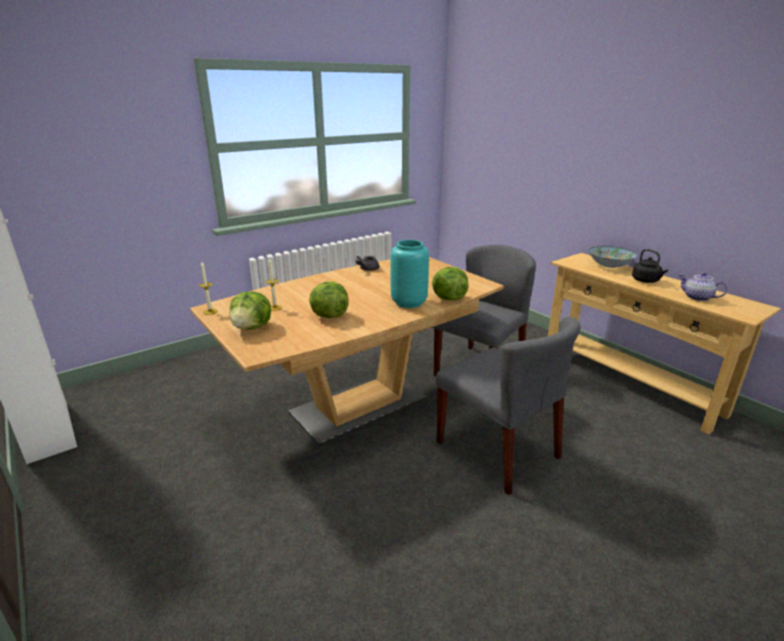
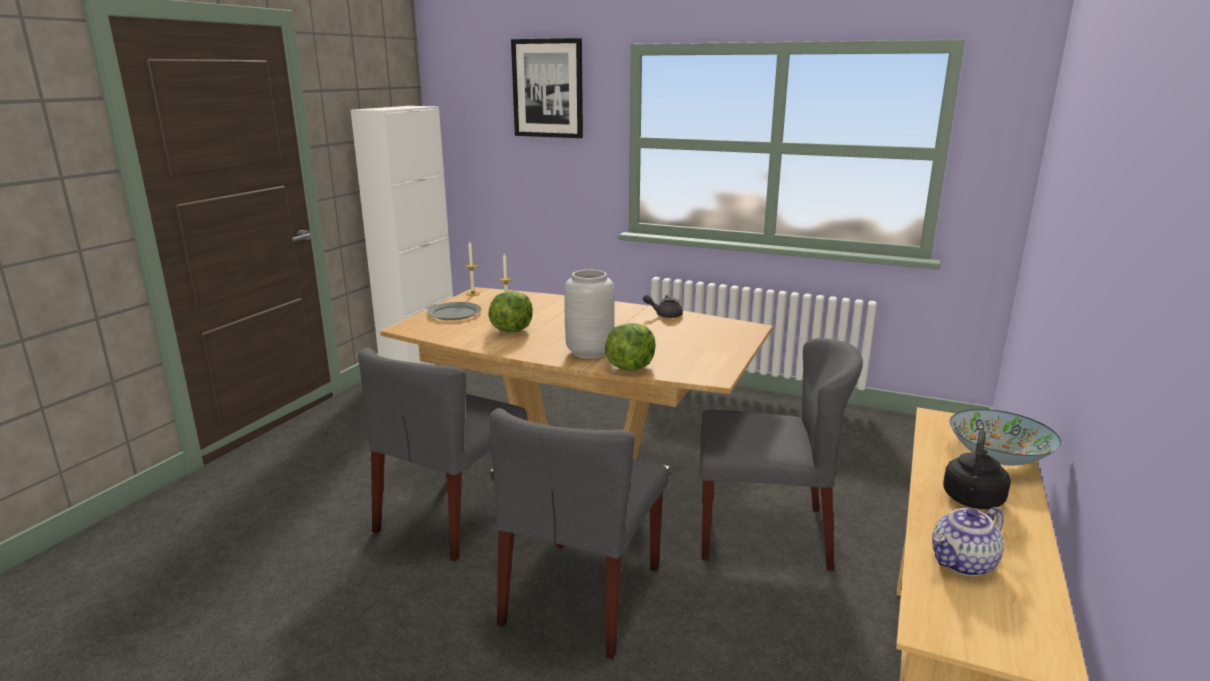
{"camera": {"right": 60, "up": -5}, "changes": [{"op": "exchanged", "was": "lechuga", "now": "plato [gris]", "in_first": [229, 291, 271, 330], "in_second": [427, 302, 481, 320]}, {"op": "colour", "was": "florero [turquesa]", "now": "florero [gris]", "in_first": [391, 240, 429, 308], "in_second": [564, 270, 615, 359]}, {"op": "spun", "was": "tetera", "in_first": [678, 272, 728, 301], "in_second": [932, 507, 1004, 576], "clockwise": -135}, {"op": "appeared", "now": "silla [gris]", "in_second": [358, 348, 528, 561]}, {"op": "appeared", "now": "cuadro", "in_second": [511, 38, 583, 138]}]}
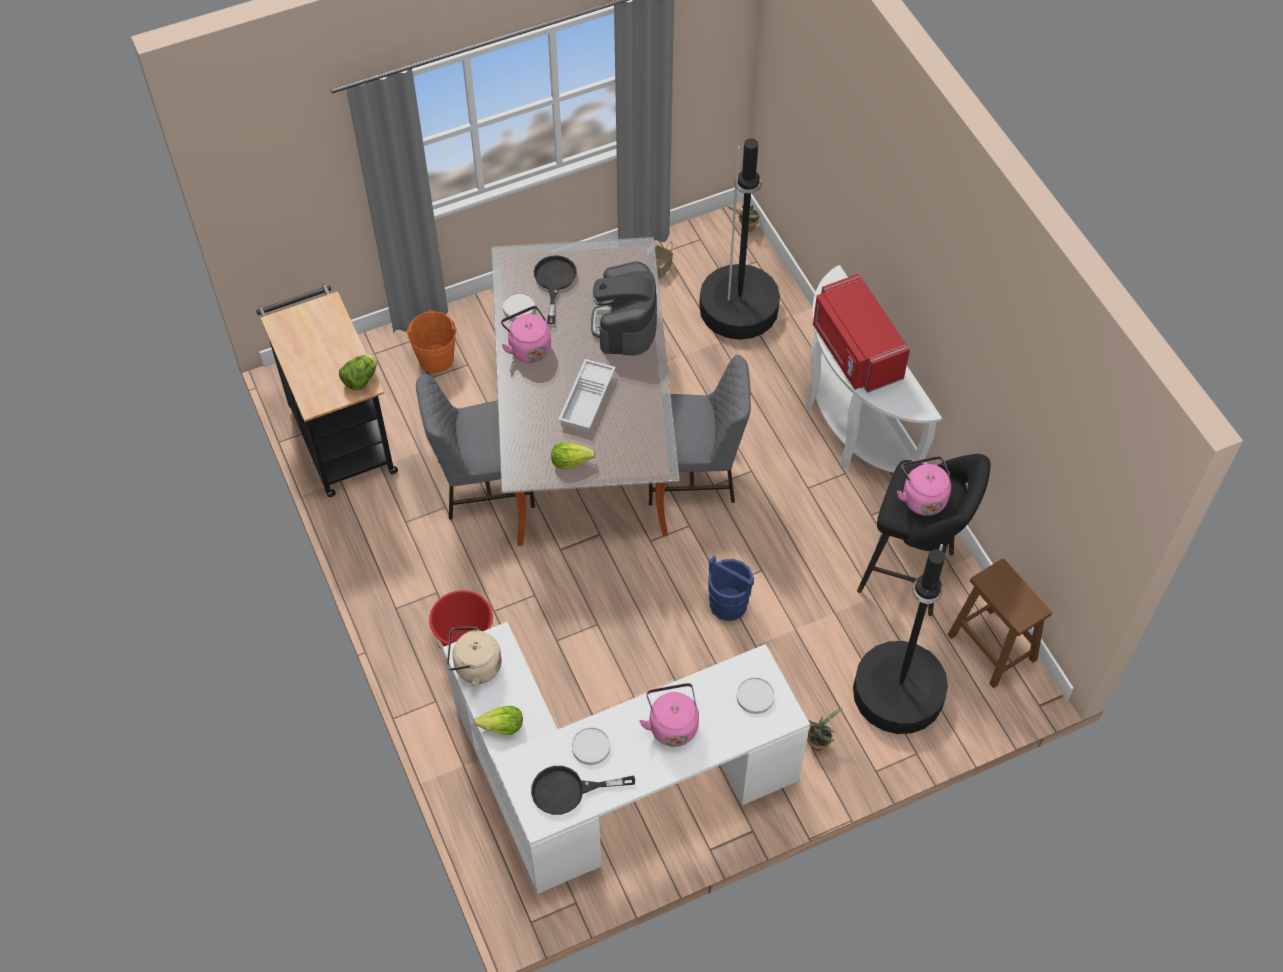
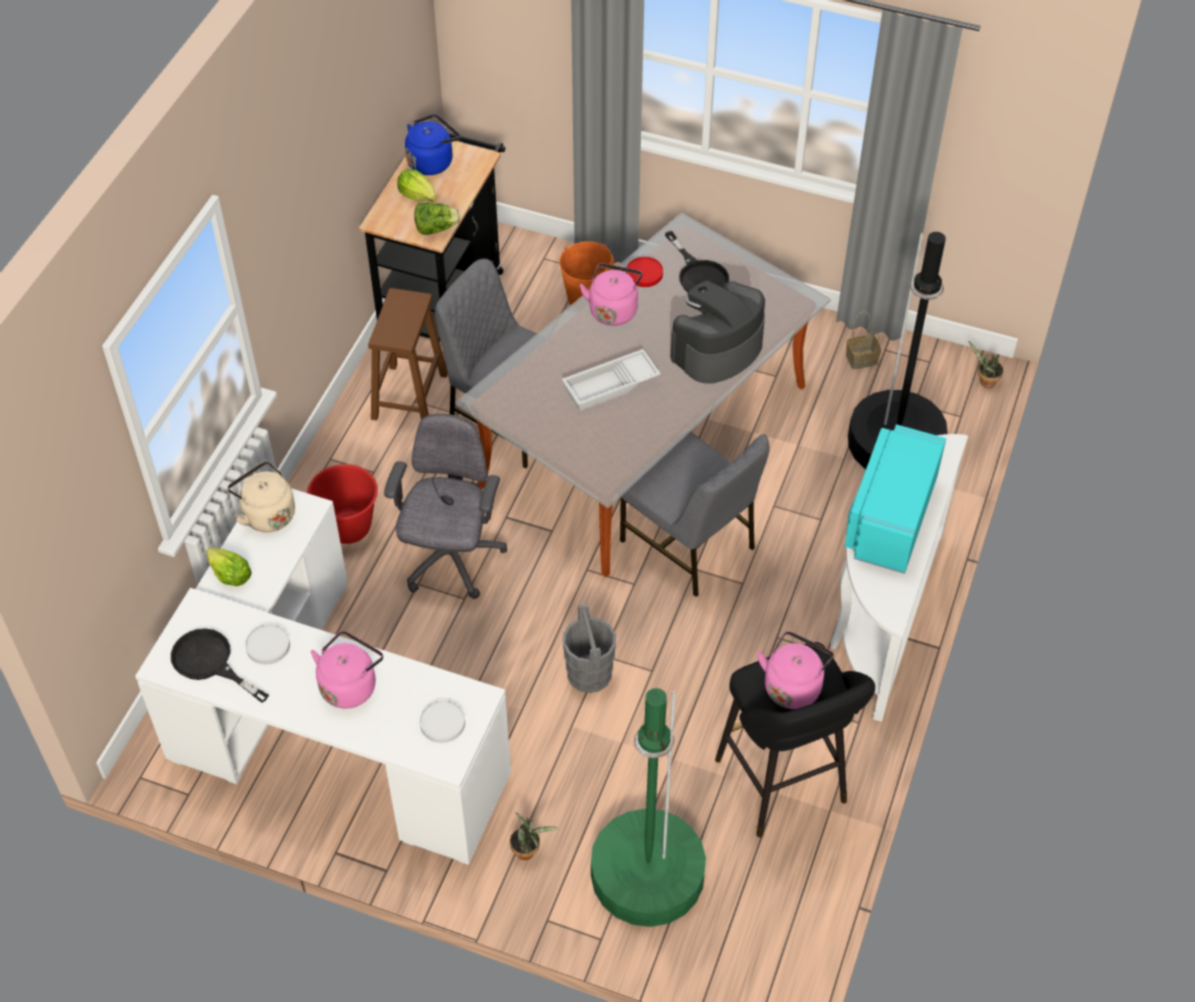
{"camera": {"right": 45, "up": -5}, "changes": [{"op": "colour", "was": "plato [blanco]", "now": "plato [rojo]", "in_first": [503, 292, 535, 320], "in_second": [626, 257, 663, 287]}, {"op": "spun", "was": "sartén [negro]", "in_first": [534, 255, 577, 324], "in_second": [665, 231, 729, 292], "clockwise": 105}, {"op": "relocated", "was": "lechuga", "in_first": [551, 442, 595, 469], "in_second": [397, 169, 436, 202]}, {"op": "colour", "was": "cubo [azul]", "now": "cubo [gris]", "in_first": [708, 555, 754, 621], "in_second": [563, 604, 616, 693]}, {"op": "colour", "was": "microondas [rojo]", "now": "microondas [turquesa]", "in_first": [813, 274, 910, 393], "in_second": [844, 424, 946, 574]}, {"op": "colour", "was": "lámpara de pie [negro]", "now": "lámpara de pie [verde]", "in_first": [853, 544, 948, 734], "in_second": [591, 688, 706, 927]}, {"op": "relocated", "was": "taburete [marrón]", "in_first": [947, 558, 1052, 688], "in_second": [368, 288, 448, 421]}, {"op": "appeared", "now": "silla de oficina [gris]", "in_second": [384, 414, 507, 599]}, {"op": "appeared", "now": "hervidor [azul]", "in_second": [405, 114, 460, 175]}]}
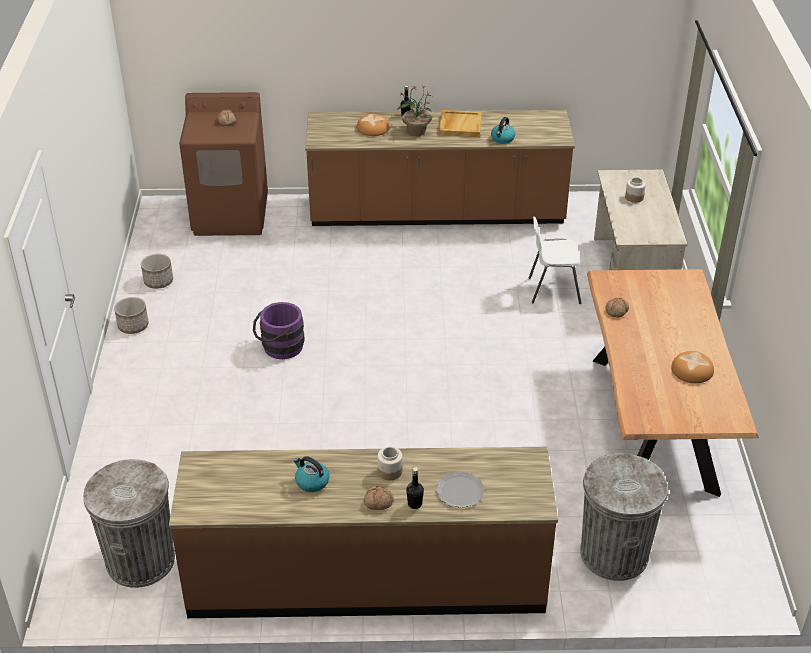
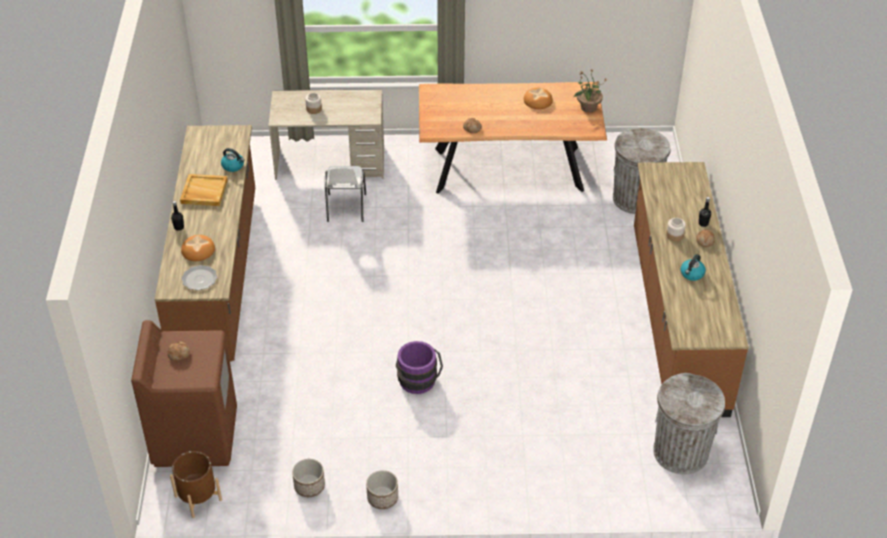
{"camera": {"right": -90, "up": 5}, "changes": [{"op": "relocated", "was": "planta en maceta", "in_first": [397, 85, 435, 136], "in_second": [573, 70, 606, 113]}, {"op": "relocated", "was": "plato", "in_first": [436, 471, 485, 508], "in_second": [181, 265, 217, 290]}, {"op": "appeared", "now": "maceta [marrón]", "in_second": [170, 451, 222, 518]}]}
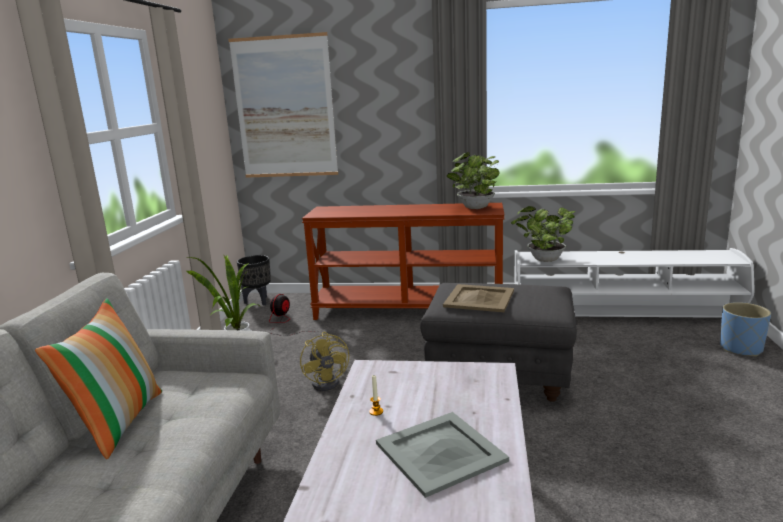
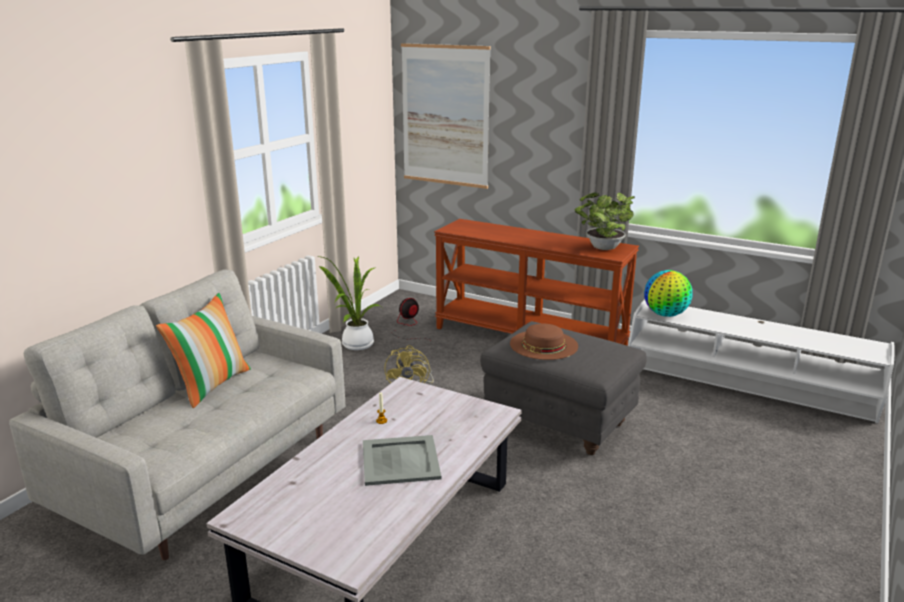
{"camera": {"right": 20, "up": 5}, "changes": [{"op": "missing", "was": "maceta [negro]", "in_first": [237, 255, 271, 306]}, {"op": "exchanged", "was": "bandeja [beis]", "now": "sombrero [marrón]", "in_first": [443, 284, 514, 312], "in_second": [510, 324, 578, 360]}, {"op": "exchanged", "was": "planta en maceta", "now": "globo terráqueo", "in_first": [511, 206, 576, 262], "in_second": [644, 270, 693, 317]}, {"op": "missing", "was": "maceta [azul]", "in_first": [720, 302, 771, 357]}]}
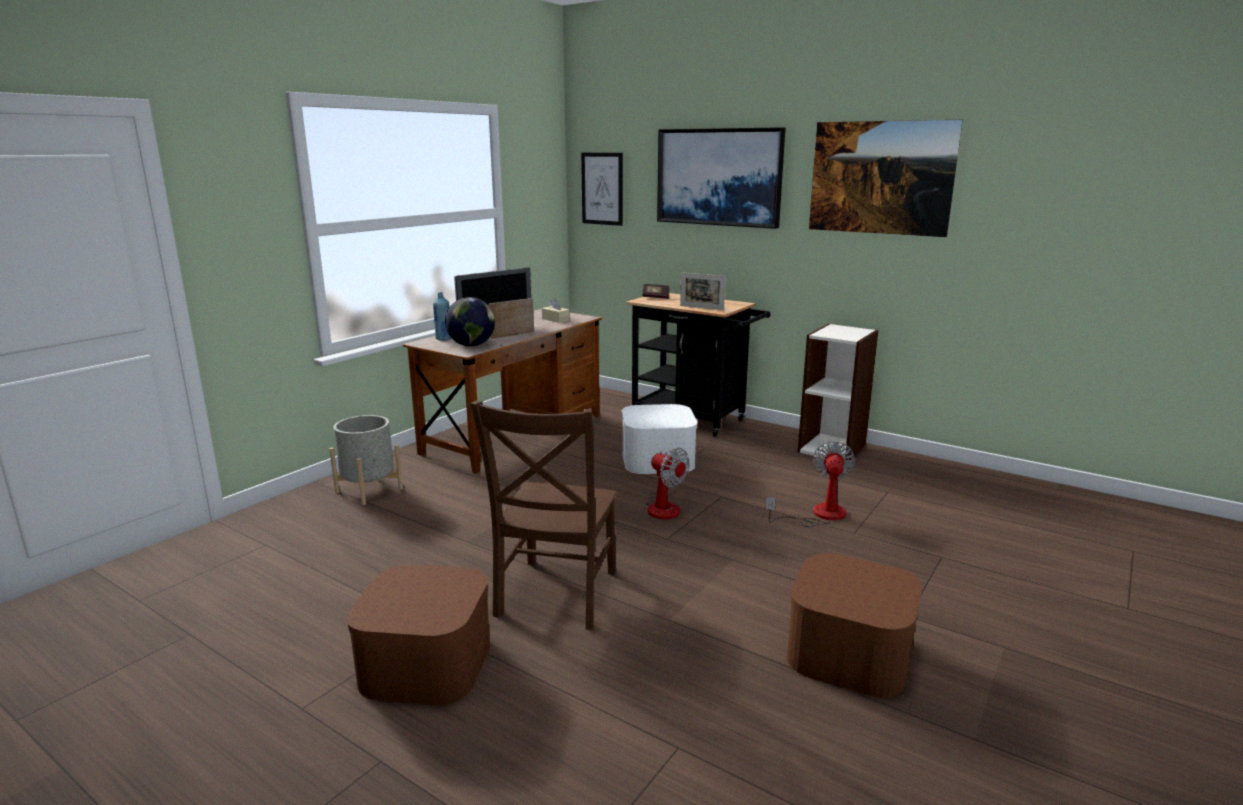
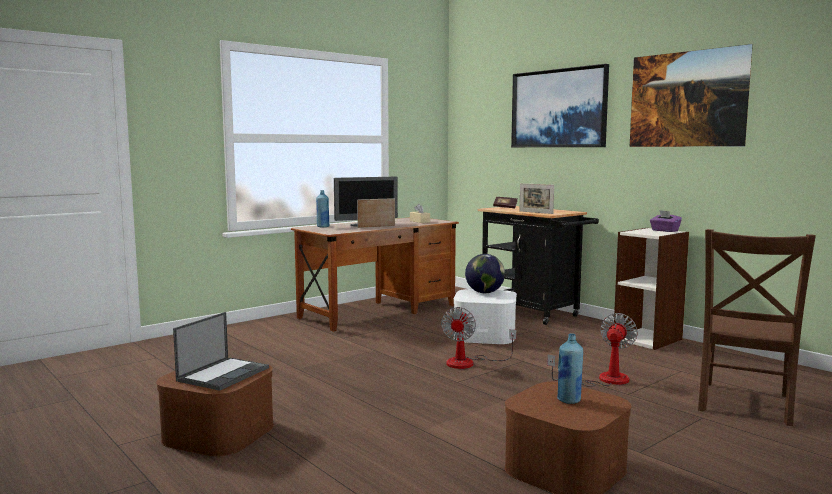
{"camera": {"right": 15, "up": -10}, "changes": [{"op": "missing", "was": "maceta [gris]", "in_first": [329, 415, 403, 505]}, {"op": "relocated", "was": "globo terráqueo", "in_first": [445, 297, 495, 346], "in_second": [465, 254, 505, 293]}, {"op": "relocated", "was": "silla [marrón]", "in_first": [470, 400, 617, 630], "in_second": [698, 229, 816, 426]}, {"op": "missing", "was": "cuadro", "in_first": [581, 153, 623, 226]}, {"op": "spun", "was": "ventilador", "in_first": [646, 448, 690, 519], "in_second": [441, 307, 517, 369], "clockwise": 45}, {"op": "appeared", "now": "portátil", "in_second": [173, 312, 269, 391]}, {"op": "appeared", "now": "botella [azul]", "in_second": [557, 333, 583, 404]}, {"op": "appeared", "now": "caja de pañuelos [morado]", "in_second": [650, 210, 682, 232]}]}
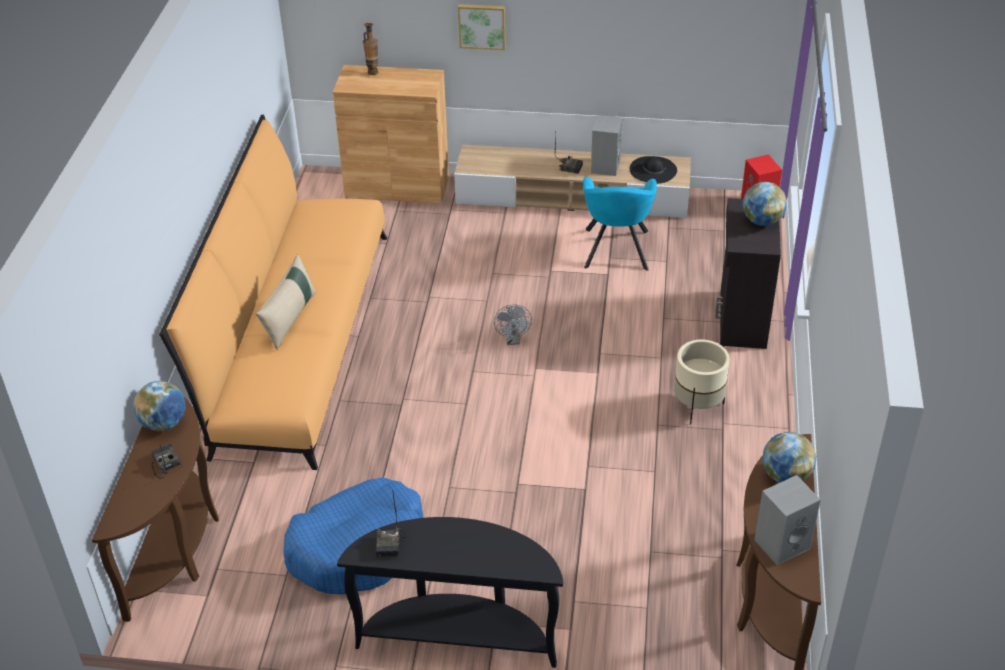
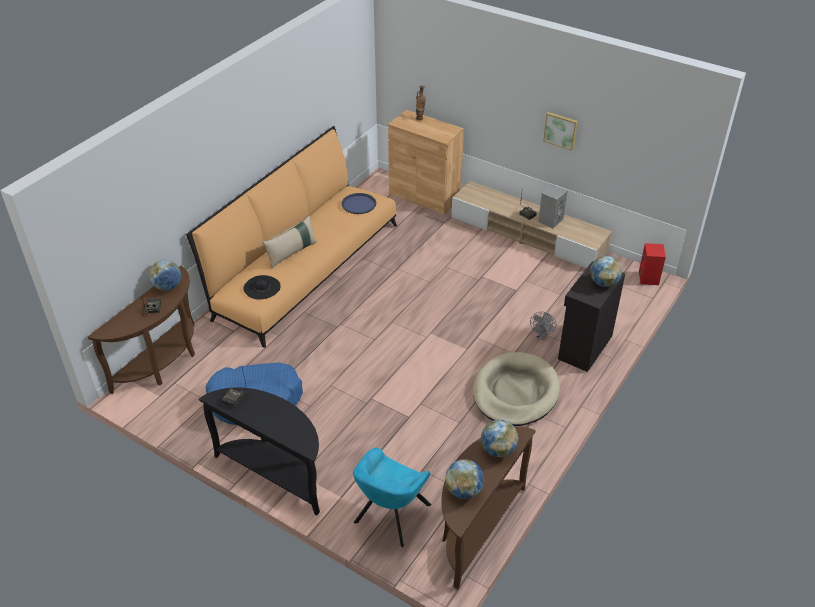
{"camera": {"right": 25, "up": 0}, "changes": [{"op": "relocated", "was": "cuadro", "in_first": [458, 4, 506, 50], "in_second": [543, 112, 578, 151]}, {"op": "relocated", "was": "ventilador [gris]", "in_first": [494, 304, 532, 345], "in_second": [530, 312, 556, 340]}, {"op": "relocated", "was": "sillón [turquesa]", "in_first": [583, 177, 657, 270], "in_second": [353, 448, 431, 547]}, {"op": "relocated", "was": "sombrero [negro]", "in_first": [630, 156, 677, 184], "in_second": [243, 275, 281, 300]}, {"op": "exchanged", "was": "maceta [beis]", "now": "cama para perro [beis]", "in_first": [674, 339, 730, 425], "in_second": [473, 352, 560, 426]}, {"op": "exchanged", "was": "altavoz [gris]", "now": "globo terráqueo", "in_first": [754, 475, 821, 565], "in_second": [445, 459, 484, 499]}, {"op": "appeared", "now": "bandeja [azul]", "in_second": [341, 193, 376, 214]}]}
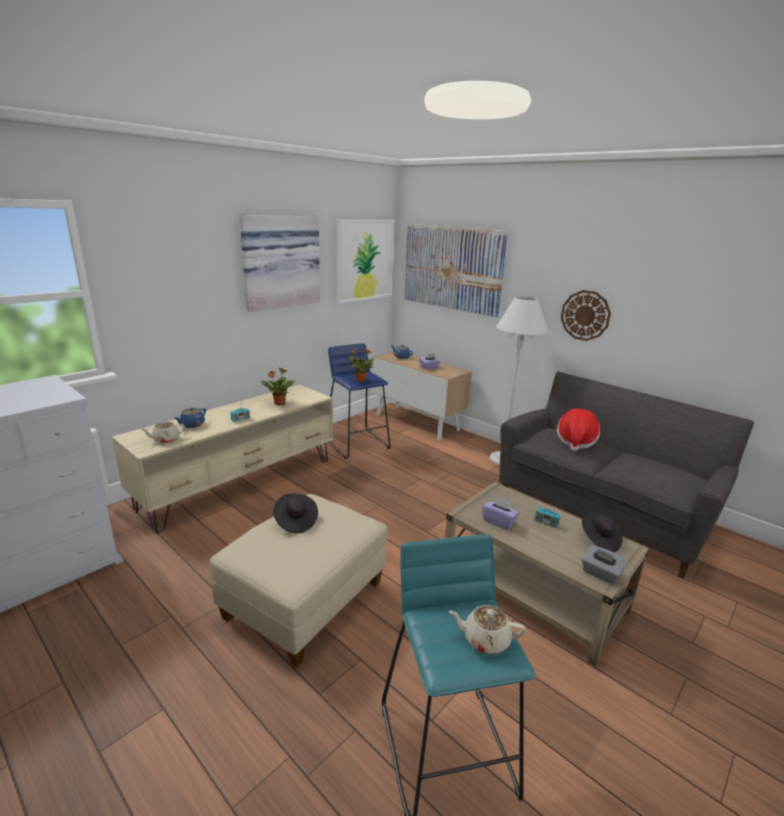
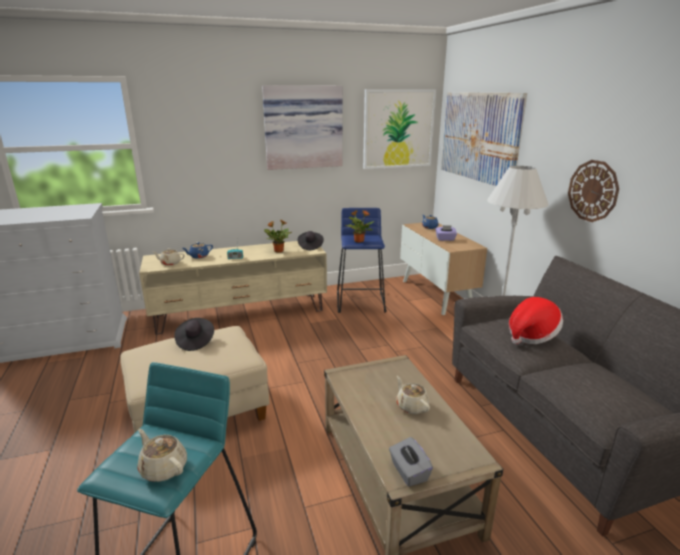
{"camera": {"right": 30, "up": 0}, "changes": [{"op": "missing", "was": "caja de pañuelos [morado]", "in_first": [482, 497, 519, 530]}, {"op": "exchanged", "was": "radio", "now": "tetera [beis]", "in_first": [535, 493, 561, 528], "in_second": [396, 376, 430, 414]}, {"op": "relocated", "was": "sombrero [negro]", "in_first": [582, 511, 622, 553], "in_second": [298, 231, 324, 250]}]}
